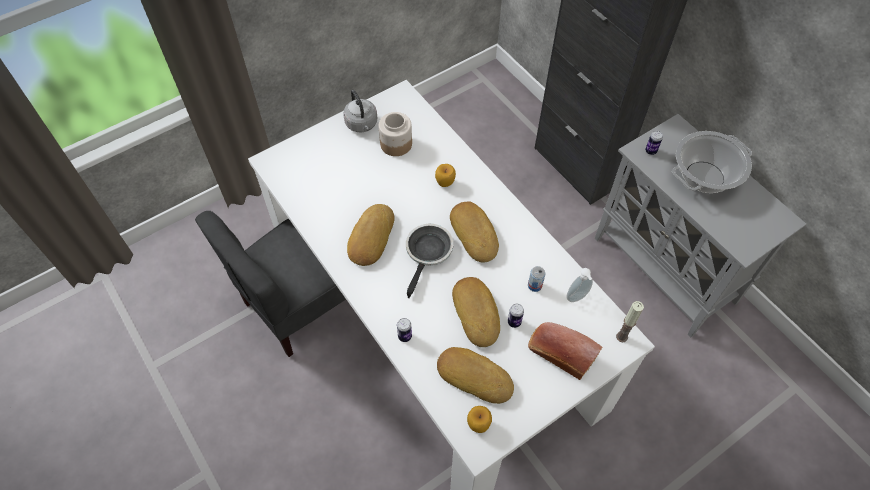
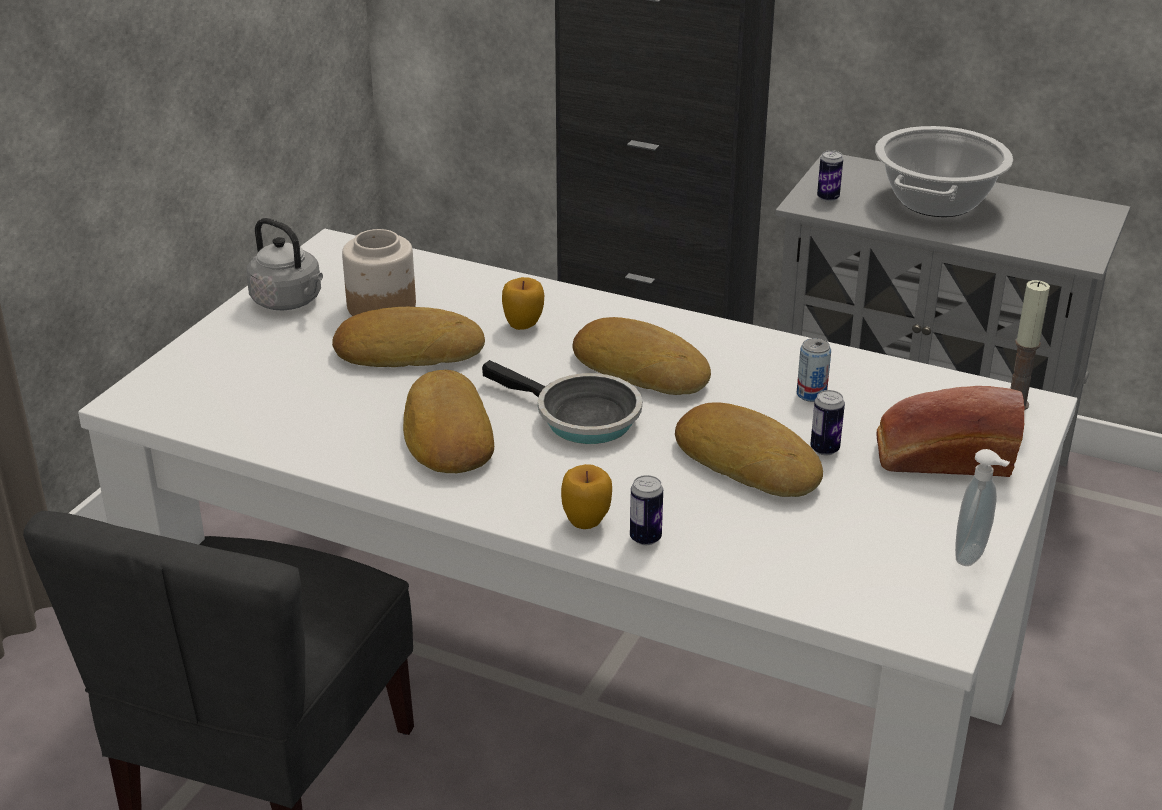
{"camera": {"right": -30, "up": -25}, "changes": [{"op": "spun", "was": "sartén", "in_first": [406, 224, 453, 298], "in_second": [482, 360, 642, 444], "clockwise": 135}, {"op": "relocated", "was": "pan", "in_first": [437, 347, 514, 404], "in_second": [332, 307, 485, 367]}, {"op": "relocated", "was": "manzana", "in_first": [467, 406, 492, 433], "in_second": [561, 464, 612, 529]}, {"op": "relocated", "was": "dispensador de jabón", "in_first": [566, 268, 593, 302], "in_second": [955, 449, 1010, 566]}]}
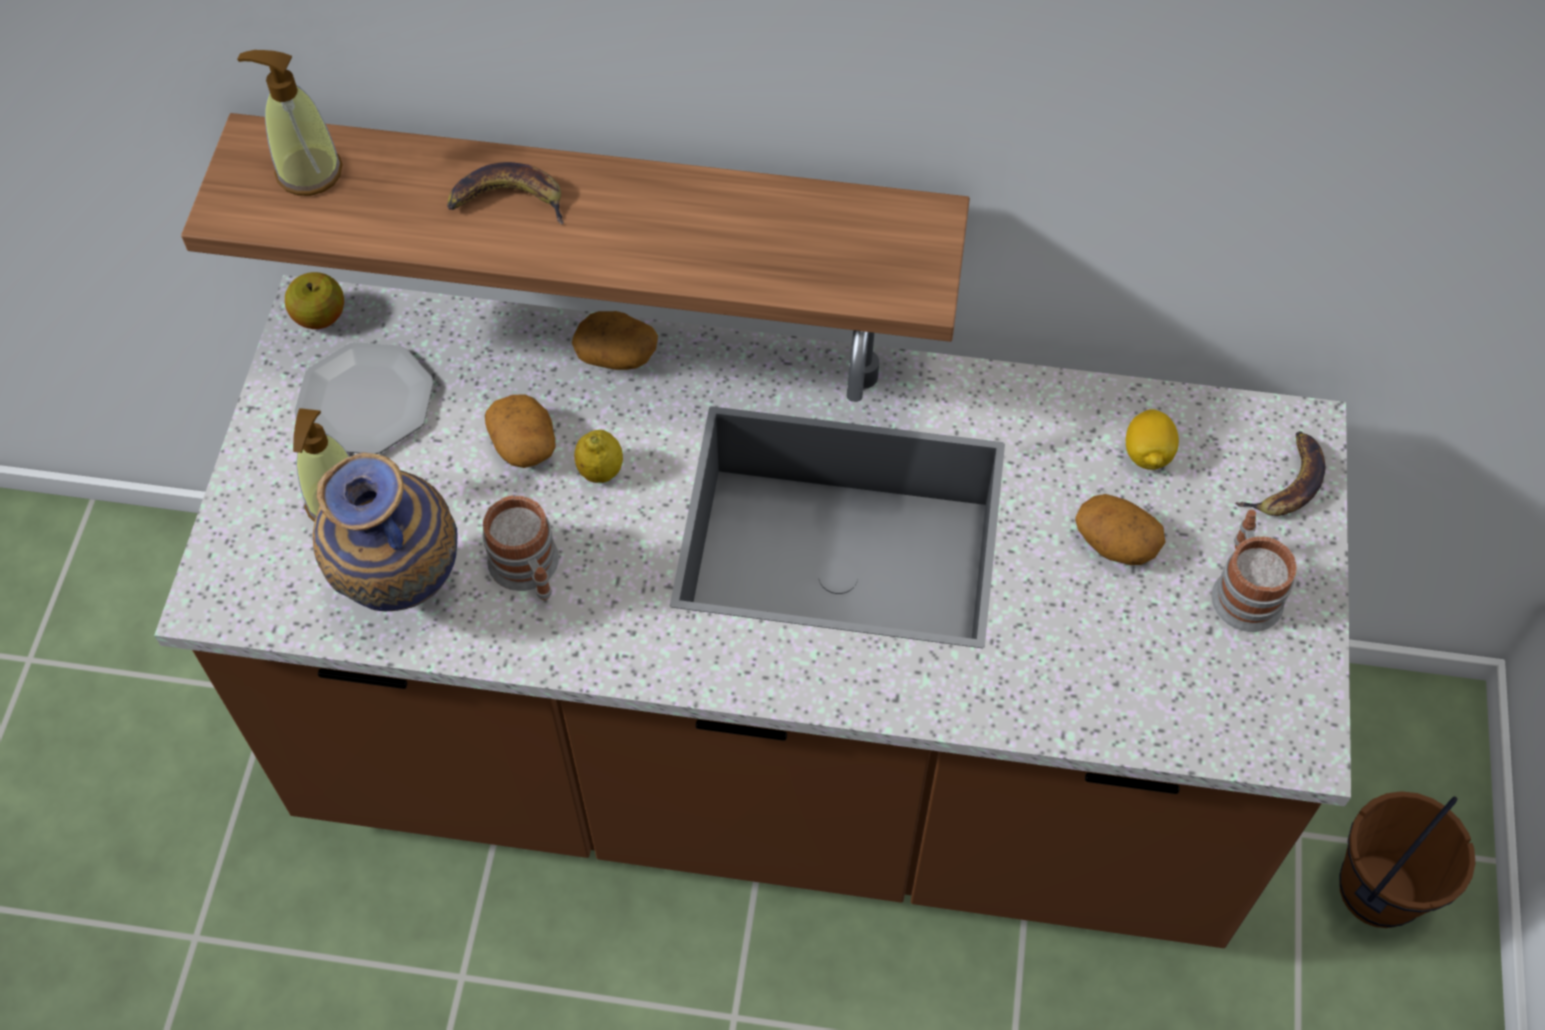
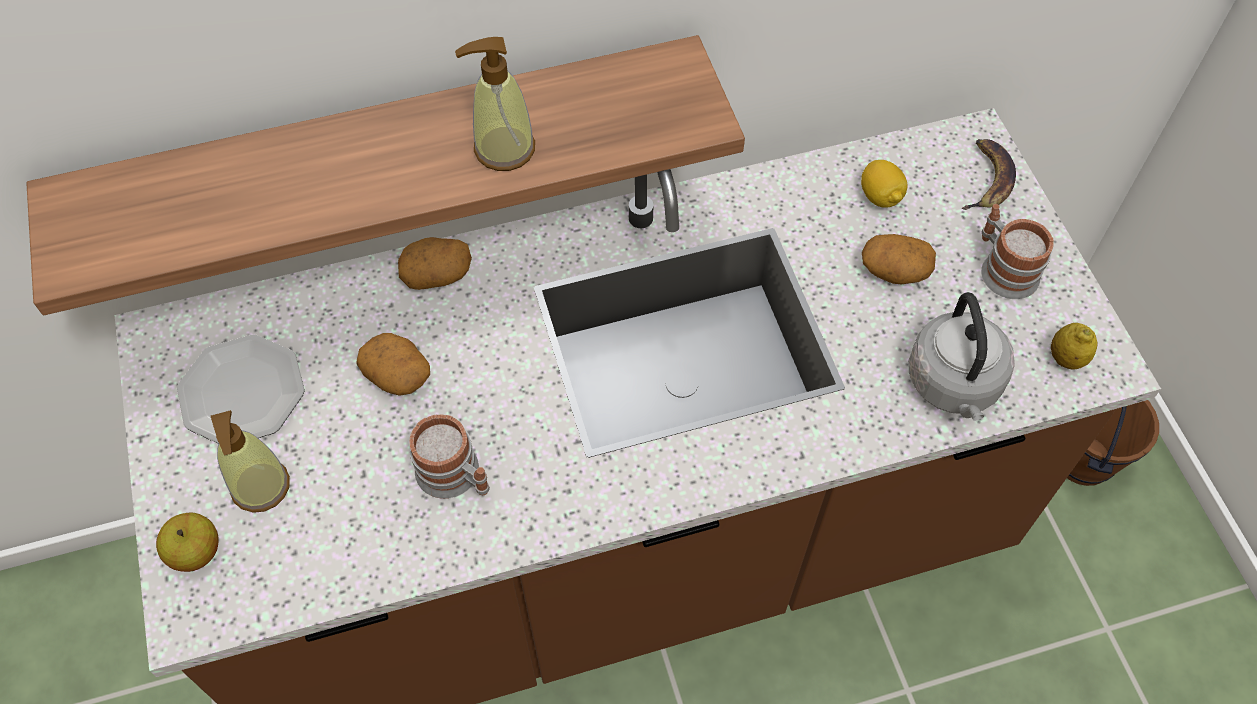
{"camera": {"right": -25, "up": 0}, "changes": [{"op": "relocated", "was": "dispensador de jabón", "in_first": [237, 50, 343, 196], "in_second": [455, 37, 535, 171]}, {"op": "relocated", "was": "manzana", "in_first": [285, 272, 344, 329], "in_second": [156, 513, 219, 572]}, {"op": "missing", "was": "florero", "in_first": [313, 452, 457, 611]}, {"op": "missing", "was": "plátano", "in_first": [447, 162, 564, 224]}, {"op": "relocated", "was": "limón", "in_first": [574, 430, 623, 483], "in_second": [1051, 323, 1098, 369]}, {"op": "appeared", "now": "hervidor [gris]", "in_second": [908, 292, 1015, 421]}]}
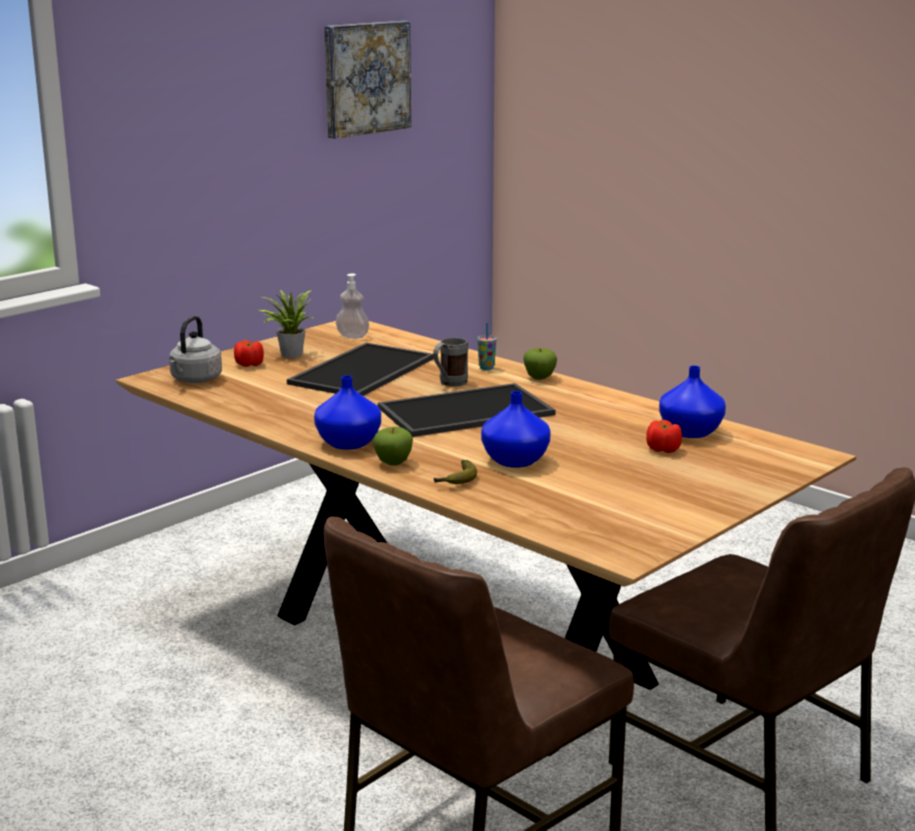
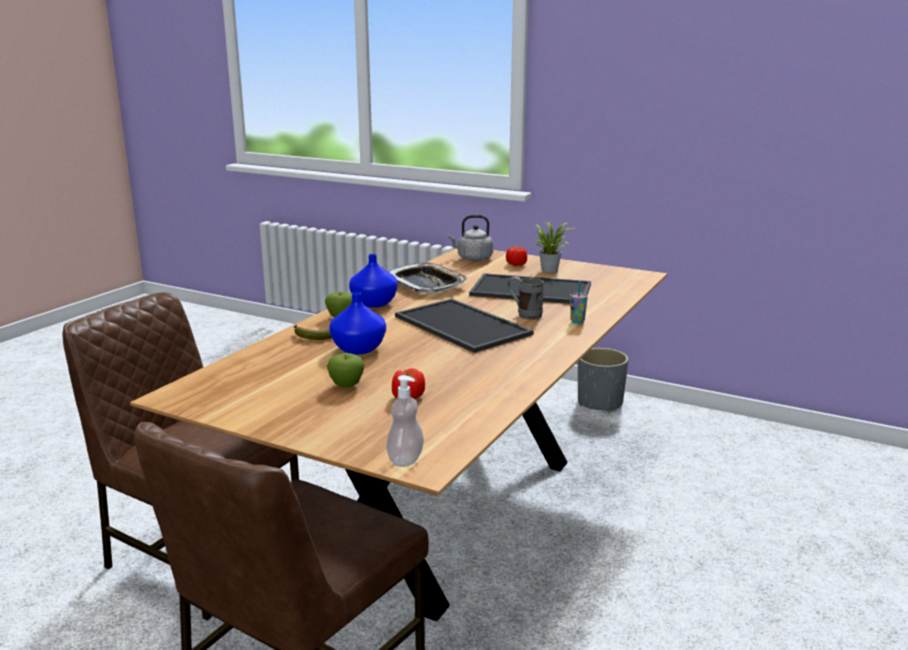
{"camera": {"right": 75, "up": 0}, "changes": [{"op": "missing", "was": "cuadro", "in_first": [324, 21, 411, 139]}, {"op": "relocated", "was": "dispensador de jabón", "in_first": [336, 274, 369, 339], "in_second": [386, 375, 424, 467]}, {"op": "relocated", "was": "manzana", "in_first": [523, 348, 557, 380], "in_second": [327, 353, 365, 388]}, {"op": "missing", "was": "florero [azul]", "in_first": [659, 366, 726, 438]}, {"op": "appeared", "now": "bandeja", "in_second": [388, 262, 468, 293]}, {"op": "appeared", "now": "maceta [gris]", "in_second": [578, 348, 628, 412]}]}
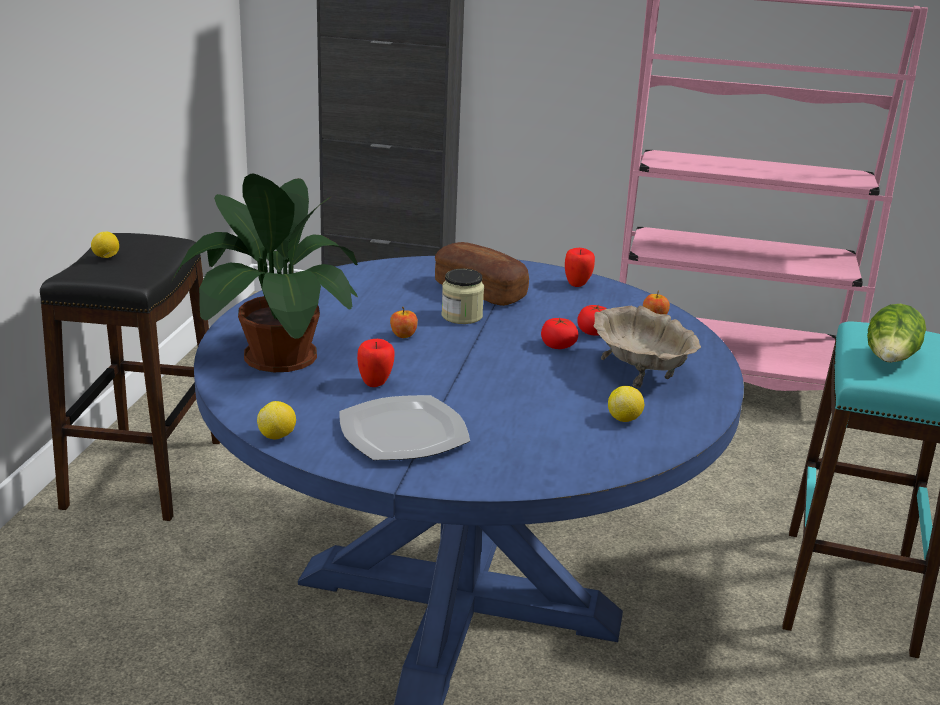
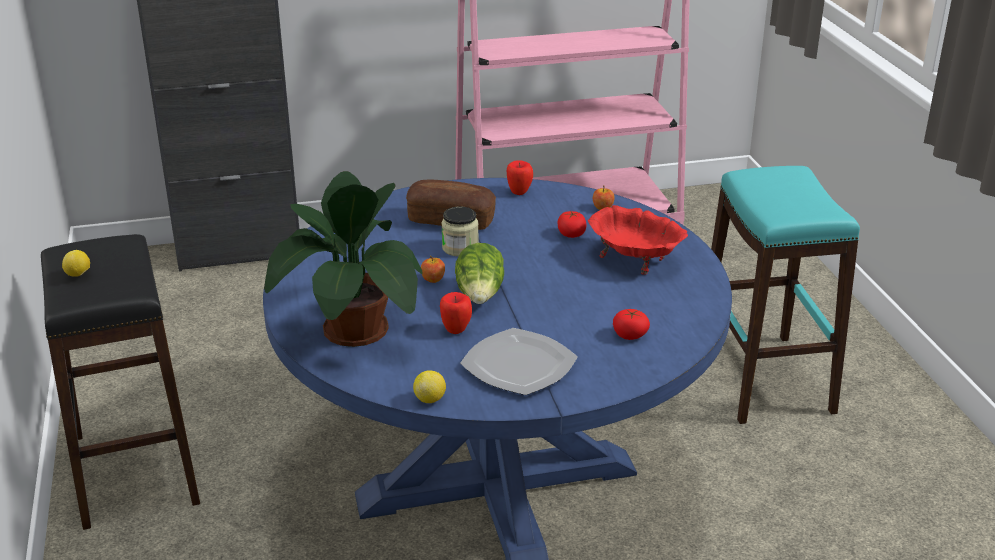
{"camera": {"right": -25, "up": 5}, "changes": [{"op": "relocated", "was": "tomate", "in_first": [541, 318, 578, 349], "in_second": [613, 309, 650, 340]}, {"op": "colour", "was": "cuenco [beis]", "now": "cuenco [rojo]", "in_first": [594, 305, 701, 388], "in_second": [588, 205, 688, 275]}, {"op": "missing", "was": "limón", "in_first": [608, 386, 644, 422]}, {"op": "relocated", "was": "lechuga", "in_first": [867, 304, 926, 362], "in_second": [455, 243, 504, 304]}]}
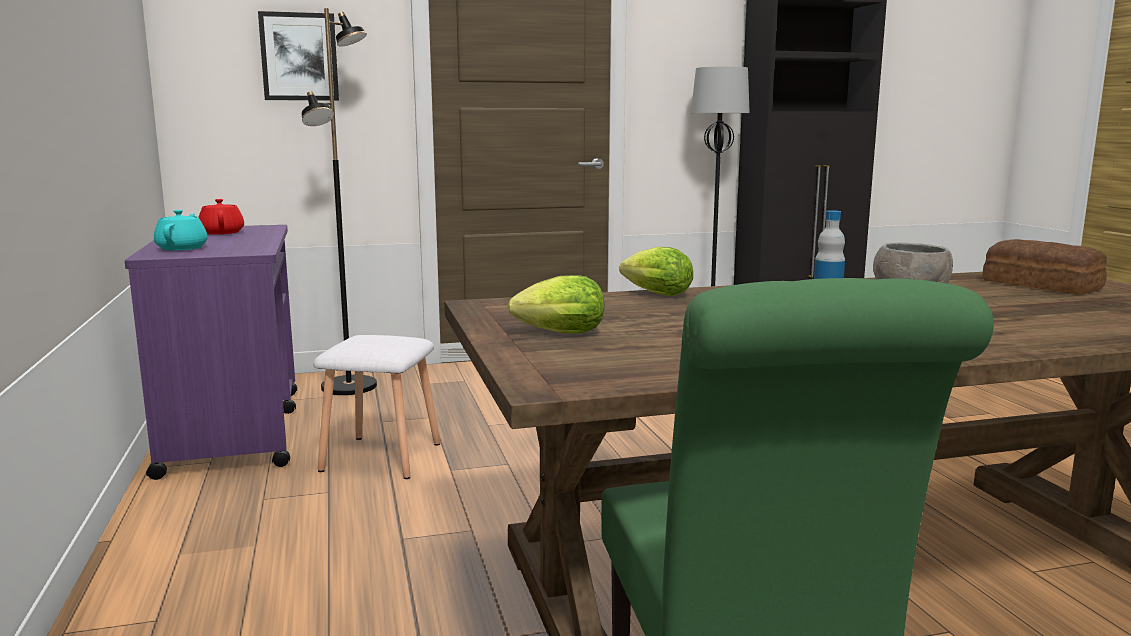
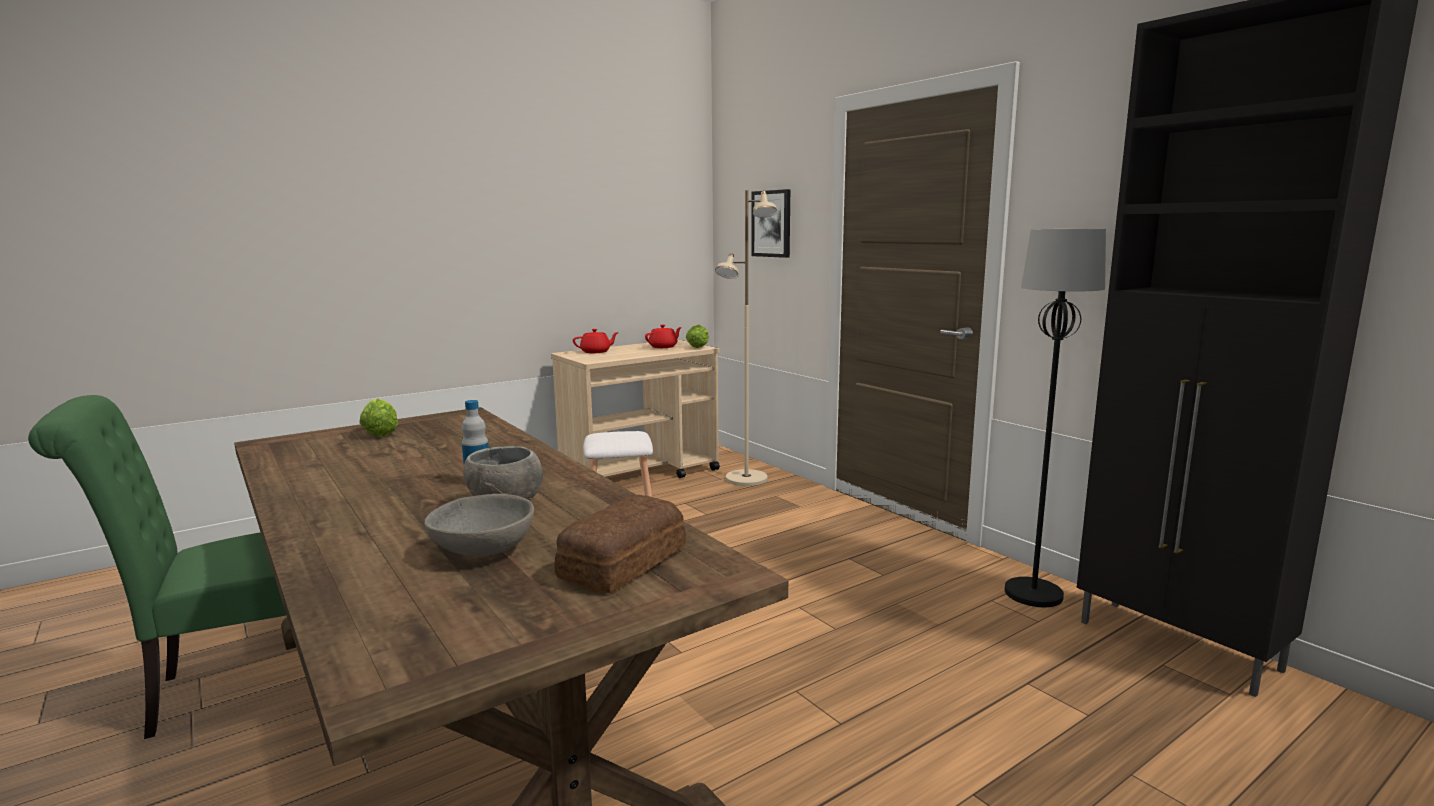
{"camera": {"right": 70, "up": 0}, "changes": [{"op": "colour", "was": "carrito [morado]", "now": "carrito [beis]", "in_first": [125, 225, 297, 480], "in_second": [551, 340, 720, 478]}, {"op": "colour", "was": "tetera [turquesa]", "now": "tetera [rojo]", "in_first": [154, 210, 208, 250], "in_second": [573, 329, 619, 353]}, {"op": "colour", "was": "lámpara de pie [negro]", "now": "lámpara de pie [beis]", "in_first": [302, 8, 377, 395], "in_second": [715, 190, 777, 486]}, {"op": "relocated", "was": "lechuga", "in_first": [619, 247, 693, 296], "in_second": [686, 325, 709, 348]}, {"op": "appeared", "now": "cuenco [gris]", "in_second": [424, 494, 534, 556]}]}
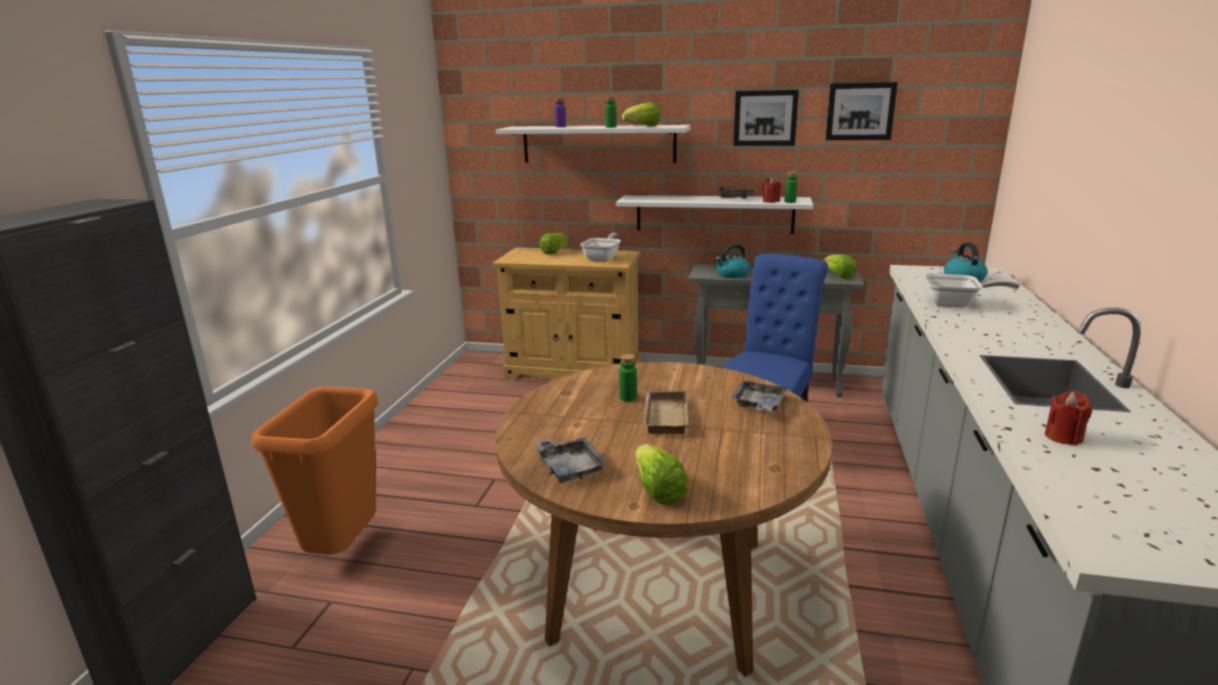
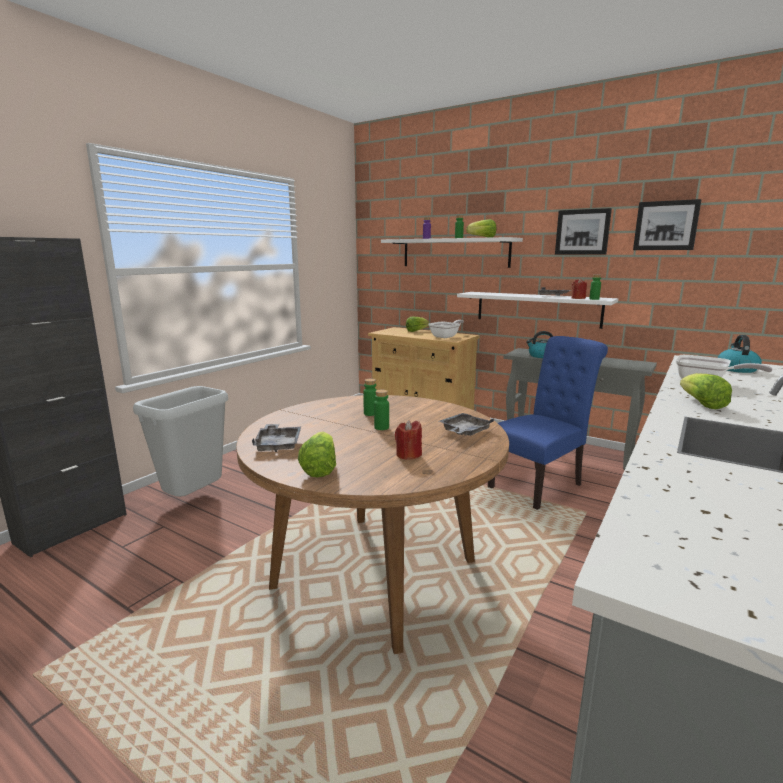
{"camera": {"right": 20, "up": -5}, "changes": [{"op": "colour", "was": "papelera [naranja]", "now": "papelera [gris]", "in_first": [251, 387, 378, 555], "in_second": [133, 386, 228, 497]}, {"op": "exchanged", "was": "bandeja [beis]", "now": "botella [verde]", "in_first": [644, 391, 689, 434], "in_second": [374, 390, 389, 430]}, {"op": "relocated", "was": "lechuga", "in_first": [823, 254, 857, 279], "in_second": [680, 373, 732, 409]}, {"op": "relocated", "was": "vela [rojo]", "in_first": [1045, 391, 1092, 445], "in_second": [395, 420, 422, 460]}]}
